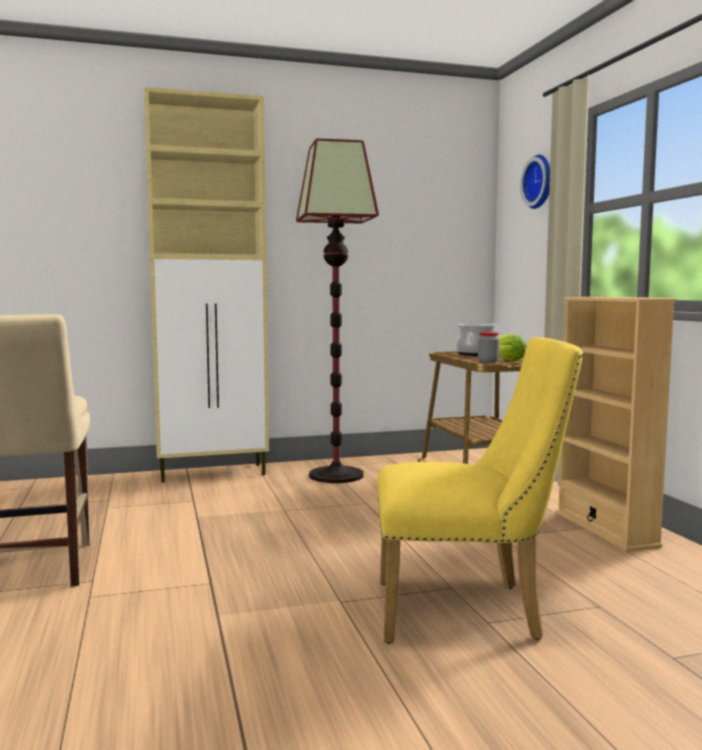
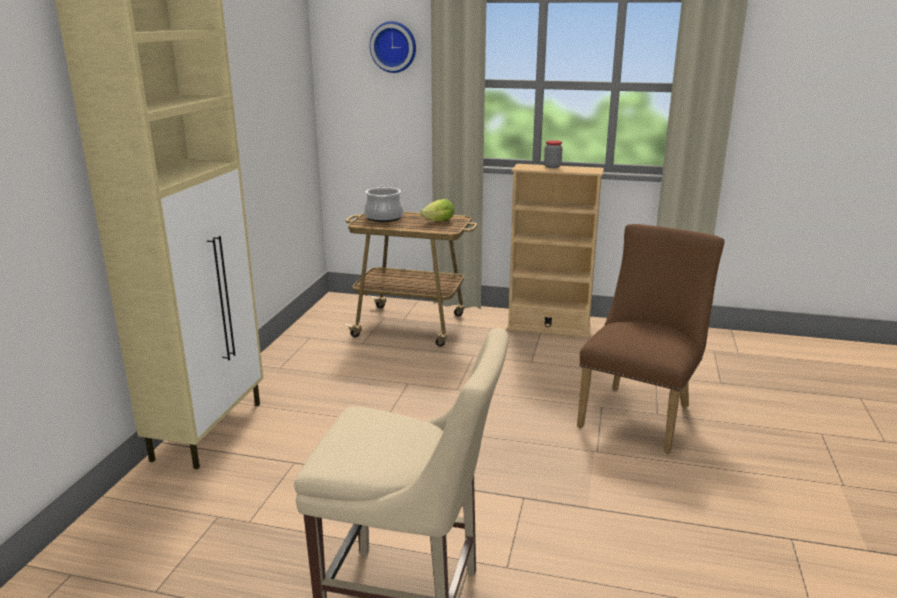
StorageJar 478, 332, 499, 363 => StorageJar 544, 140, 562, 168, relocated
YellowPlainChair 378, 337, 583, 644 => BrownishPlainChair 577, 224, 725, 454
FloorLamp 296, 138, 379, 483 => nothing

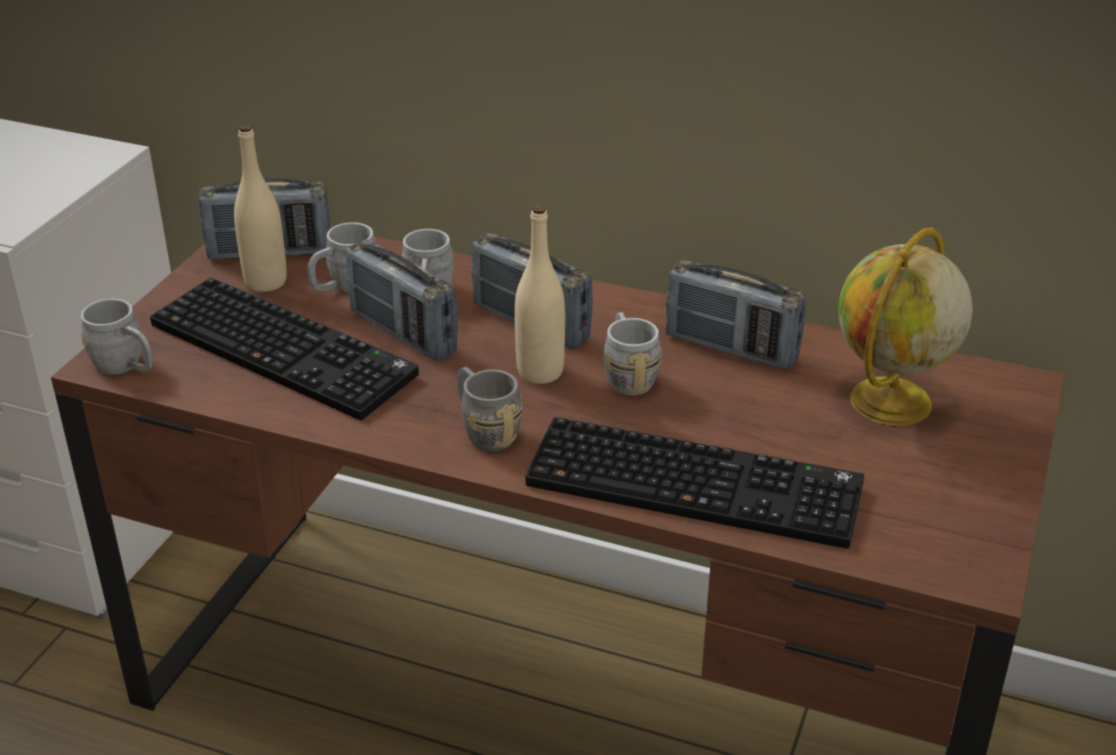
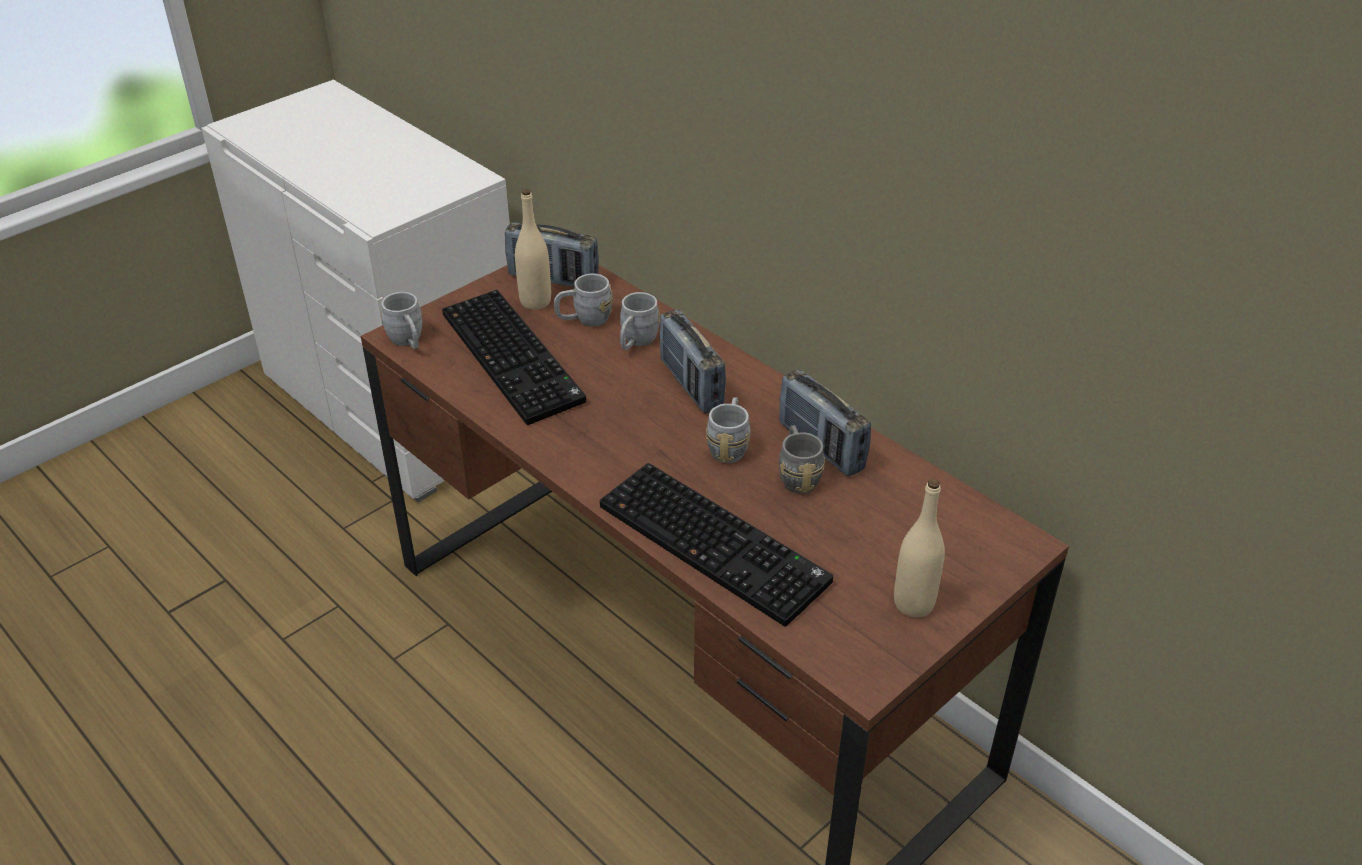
GreyishMug 457, 367, 522, 451 => GreyishMug 779, 425, 825, 494, relocated
SandColouredBottle 515, 205, 565, 384 => SandColouredBottle 894, 479, 945, 618, relocated
Radio 346, 240, 458, 360 => nothing
WorldGlobe 839, 228, 973, 426 => nothing

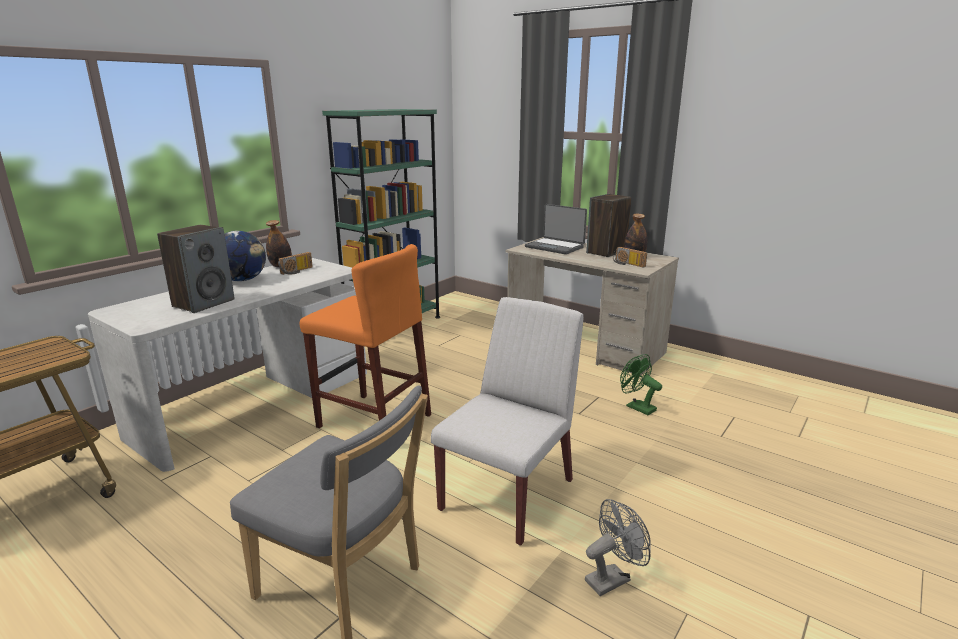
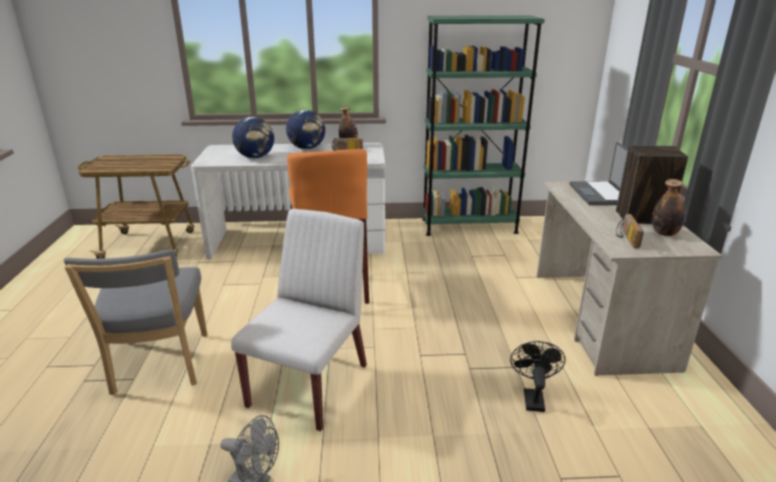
WhiteColouredPlainChair 431, 297, 584, 545 => WhiteColouredPlainChair 231, 209, 367, 431, 60 degrees counterclockwise
Loudspeaker 157, 225, 235, 313 => WorldGlobe 232, 117, 274, 158
GreenElectricFan 620, 354, 662, 415 => BlackElectricFan 510, 341, 566, 412

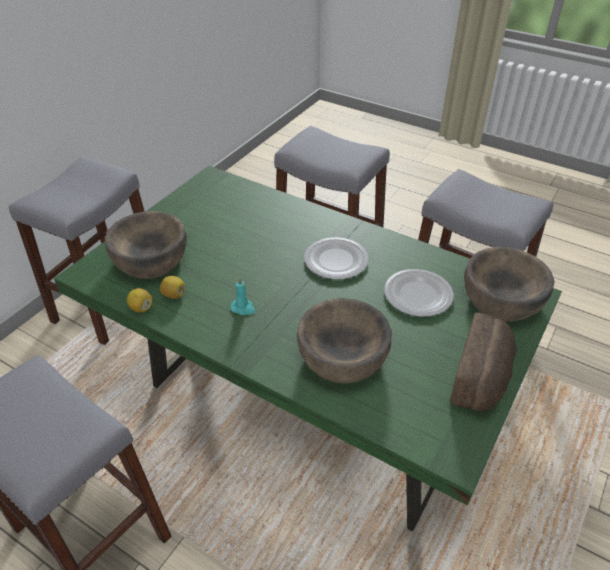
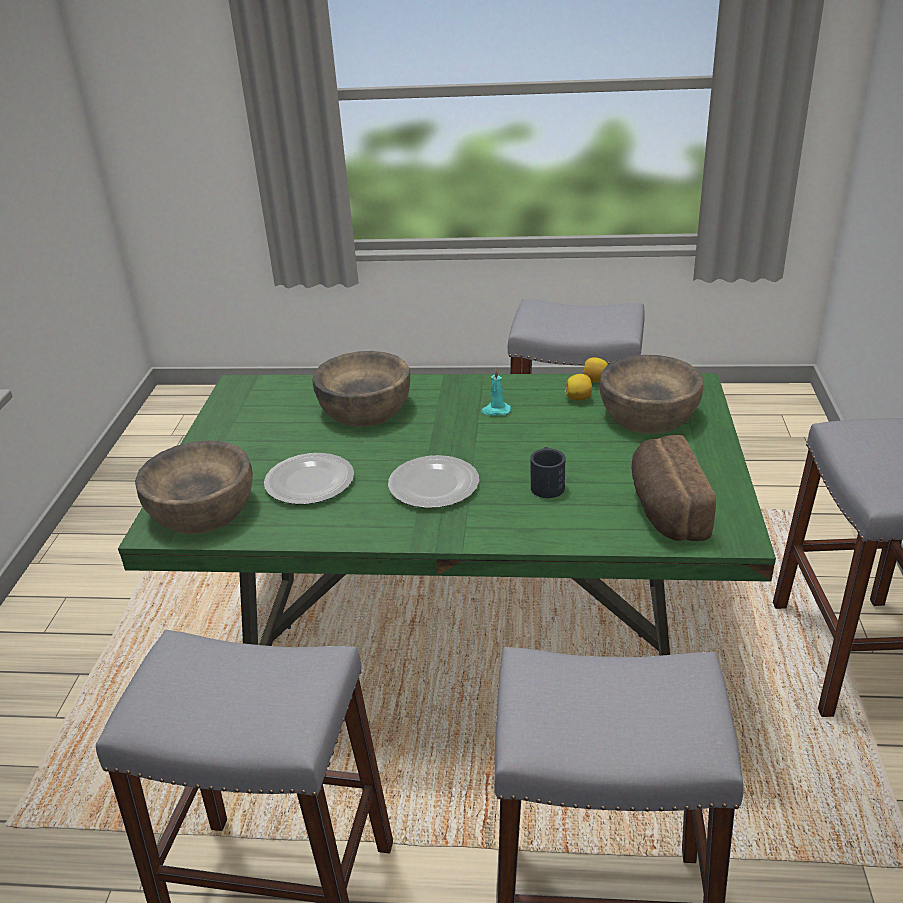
nothing => BlackMug 530, 447, 566, 498
Bread 450, 313, 517, 411 => Bread 632, 435, 716, 541, relocated

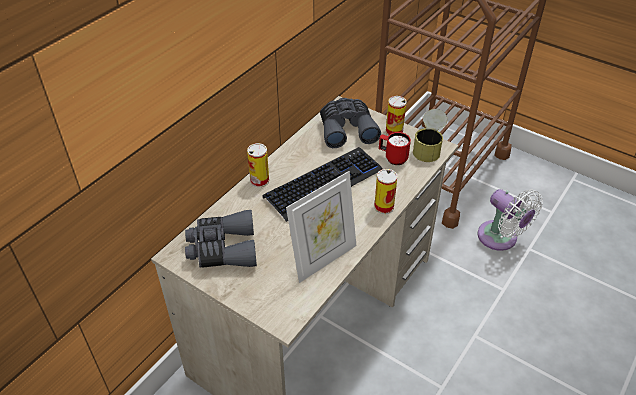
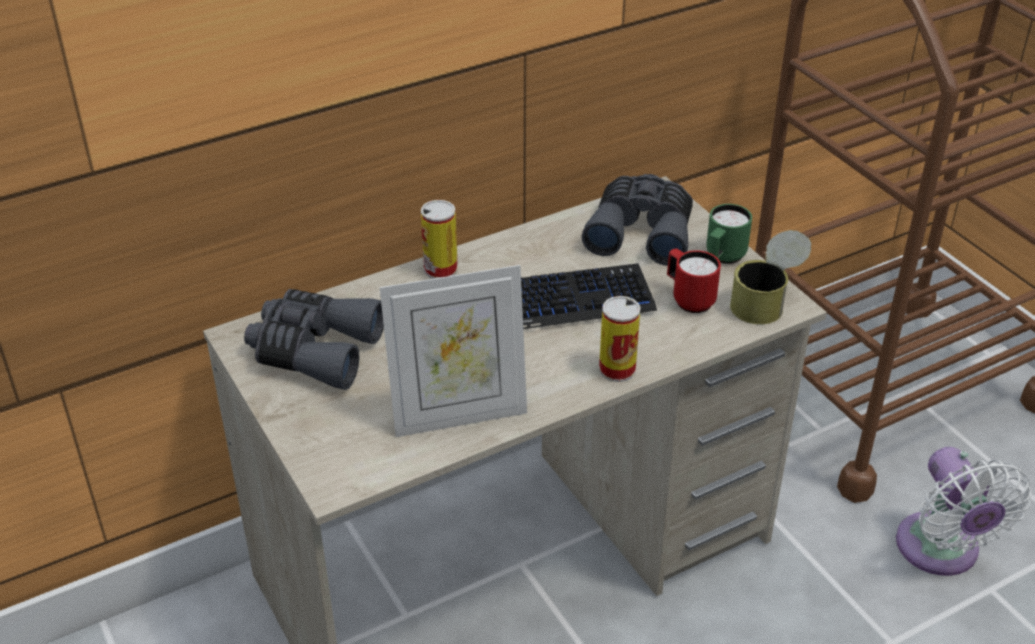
SealedCan 386, 96, 407, 136 => GreenMug 706, 204, 752, 264

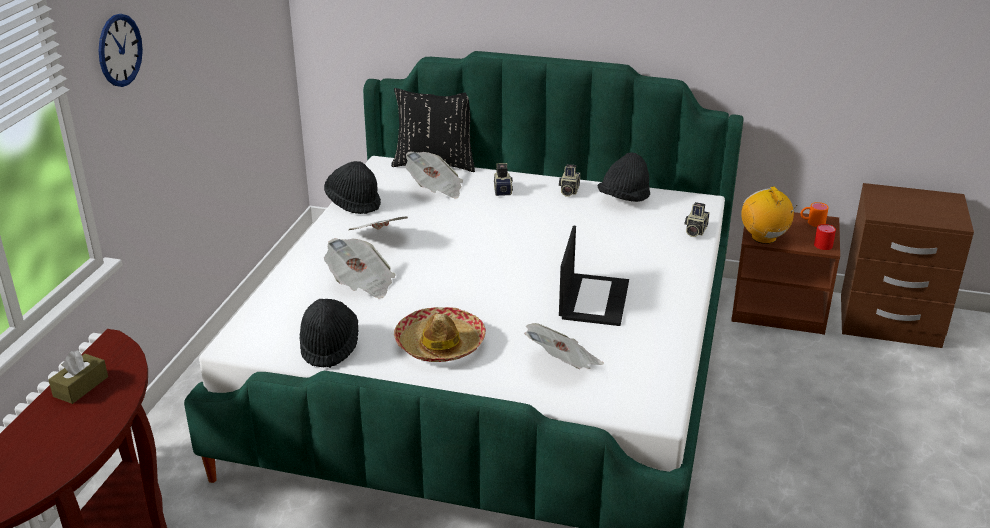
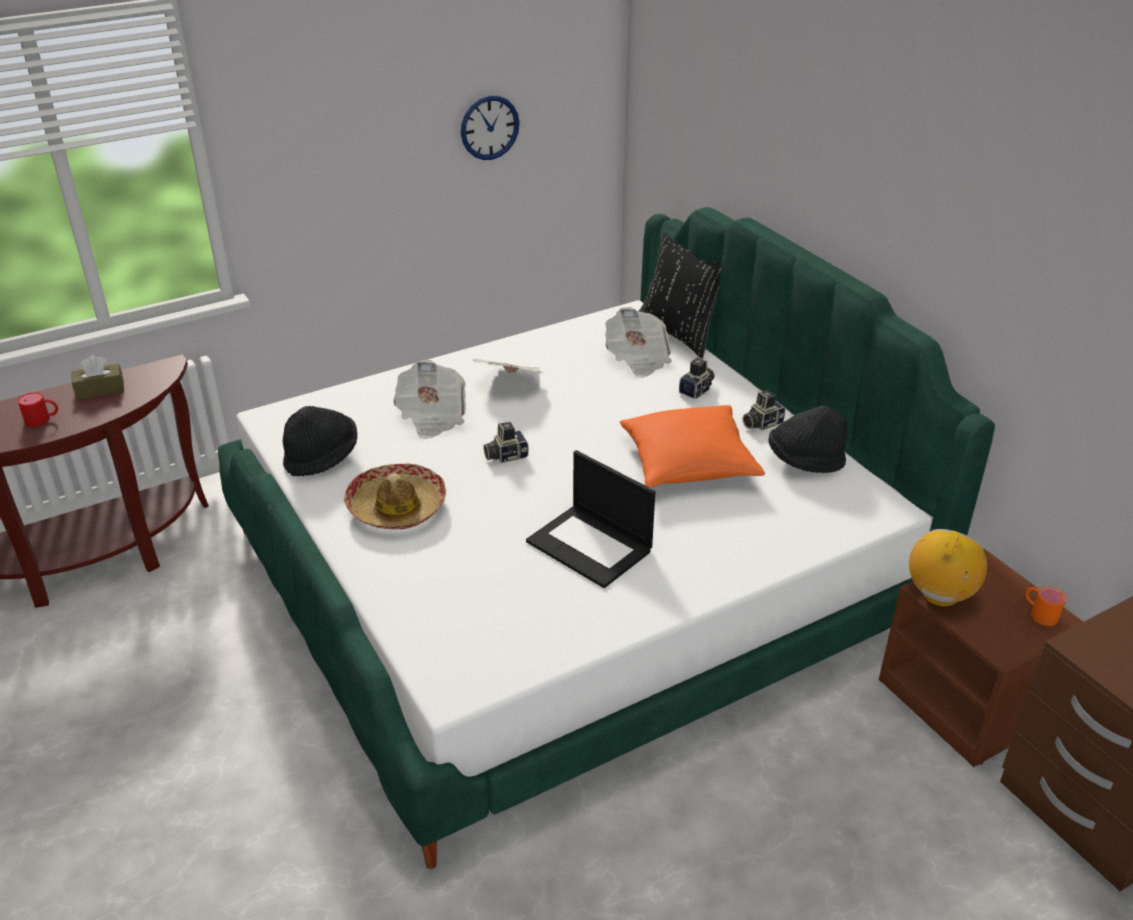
RedMug 814, 224, 836, 250 => RedMug 18, 392, 58, 427, relocated
WallClock 98, 14, 143, 87 => WallClock 461, 95, 520, 160, relocated
PhotoCamera 684, 202, 709, 237 => PhotoCamera 483, 422, 529, 463, relocated
PortableComputer 559, 226, 629, 326 => PortableComputer 526, 450, 656, 588, 75 degrees clockwise
nothing => OrangeyThrowPillow 620, 405, 765, 488
BlackWearableHat 324, 161, 381, 214 => nothing
PrintedPaper 524, 323, 604, 369 => nothing

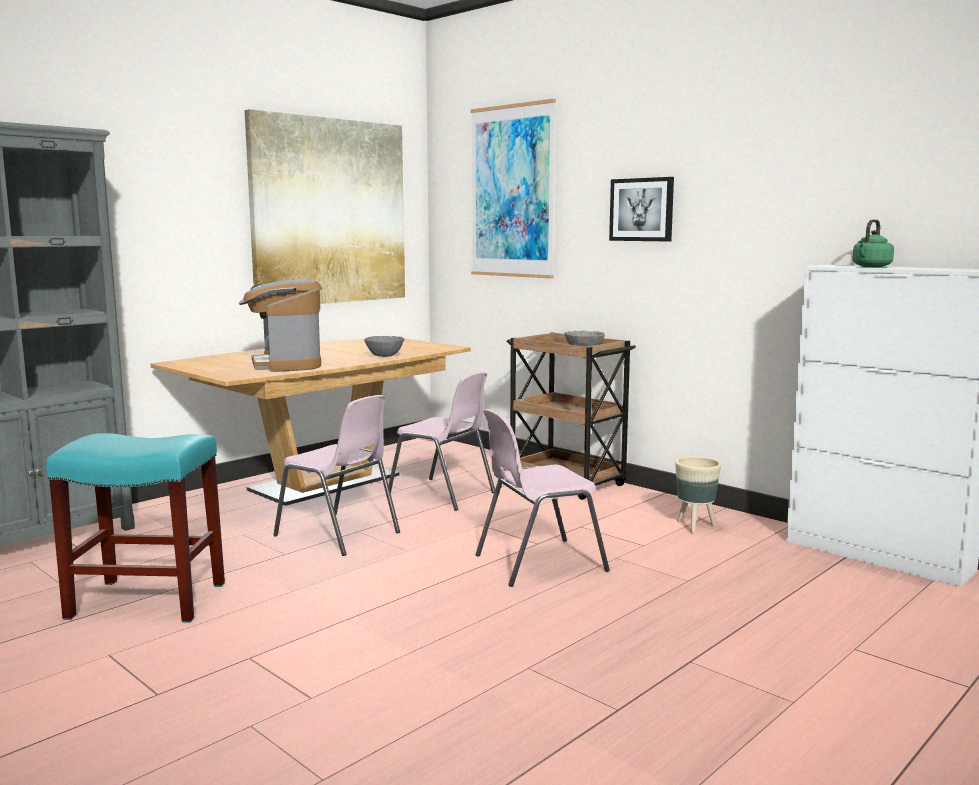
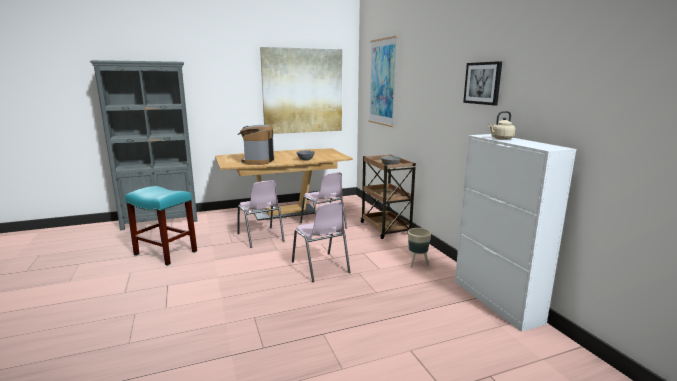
PinkishPlainChair 476, 409, 610, 587 => PinkishPlainChair 292, 202, 350, 282, 120 degrees counterclockwise
WallArt 609, 177, 674, 241 => WallArt 463, 61, 502, 105, relocated
GreenKettle 852, 219, 894, 267 => SandColouredKettle 488, 111, 515, 140

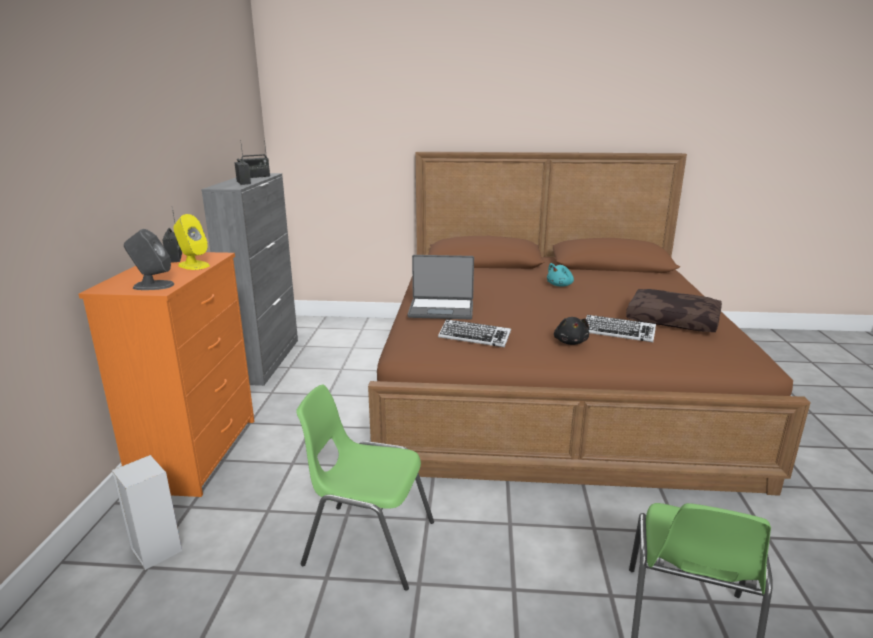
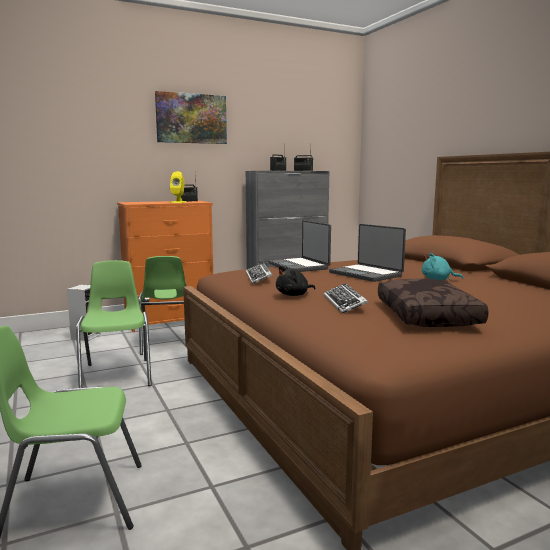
nothing => GreenPlainChair 138, 256, 186, 355
nothing => WallArt 155, 91, 227, 144
nothing => PortableComputer 329, 224, 406, 282
GreyishLoudspeaker 124, 229, 174, 290 => nothing

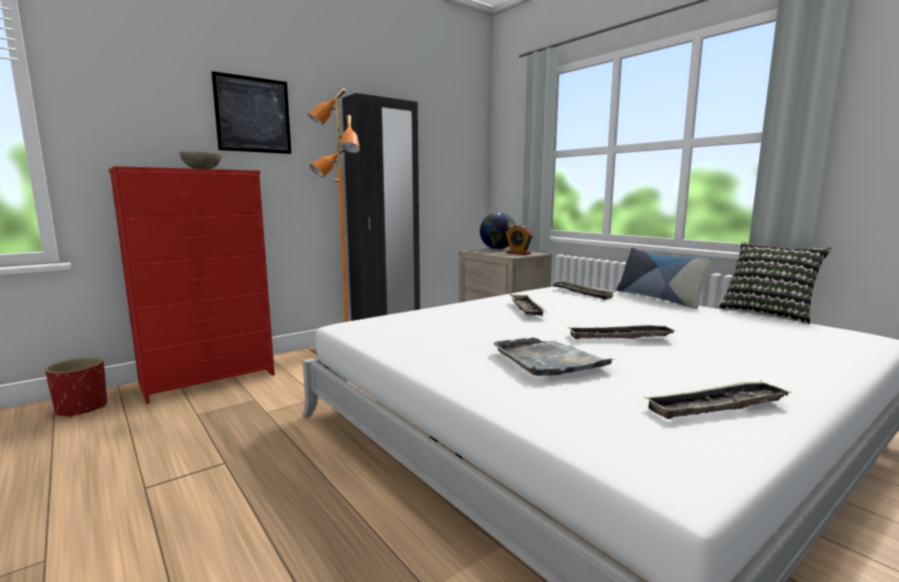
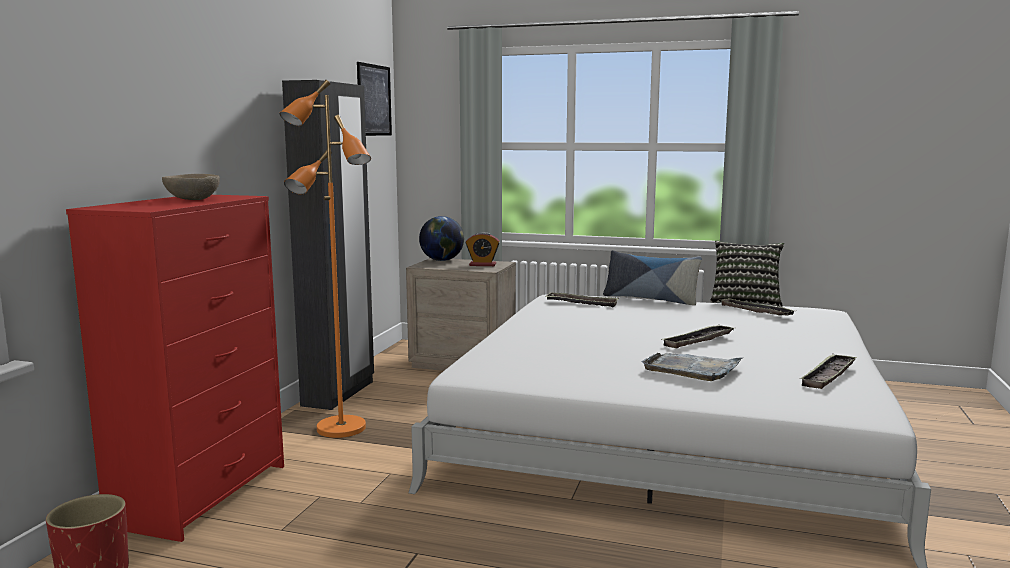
WallArt 211, 71, 291, 154 => WallArt 357, 62, 392, 136, relocated
Tray 510, 294, 546, 316 => Tray 719, 298, 794, 316, relocated

